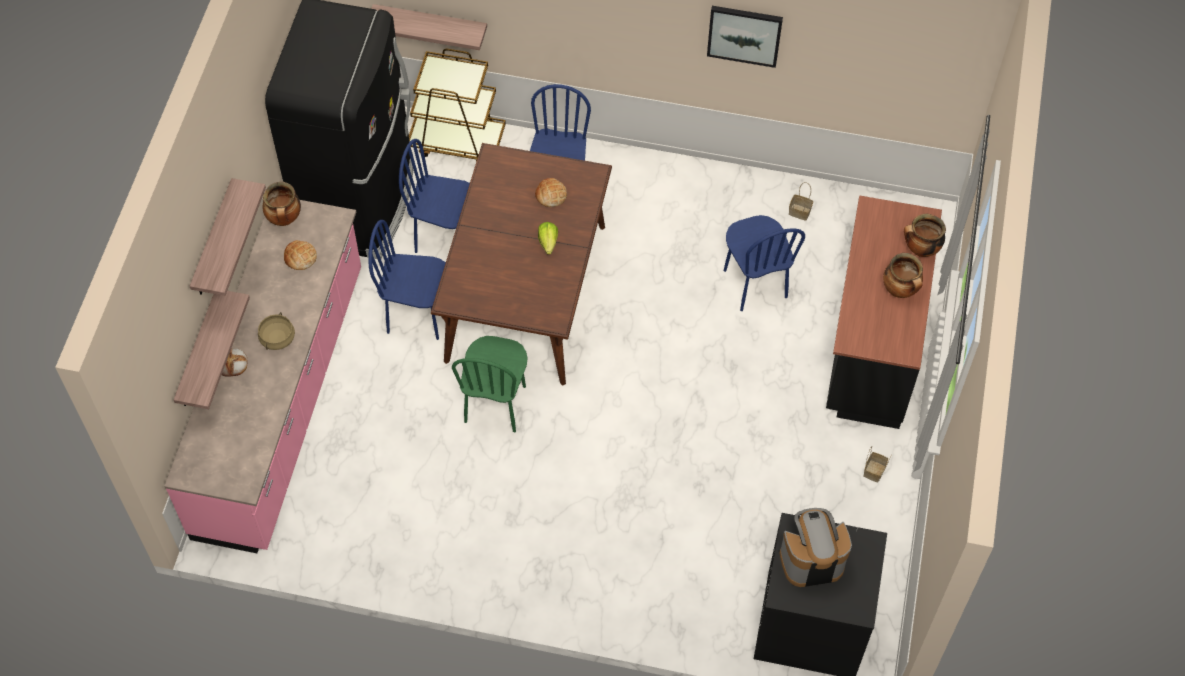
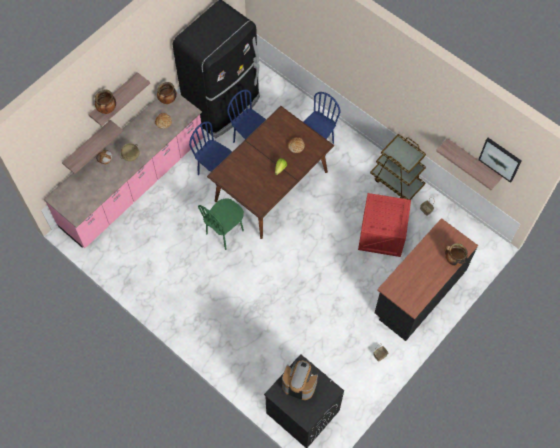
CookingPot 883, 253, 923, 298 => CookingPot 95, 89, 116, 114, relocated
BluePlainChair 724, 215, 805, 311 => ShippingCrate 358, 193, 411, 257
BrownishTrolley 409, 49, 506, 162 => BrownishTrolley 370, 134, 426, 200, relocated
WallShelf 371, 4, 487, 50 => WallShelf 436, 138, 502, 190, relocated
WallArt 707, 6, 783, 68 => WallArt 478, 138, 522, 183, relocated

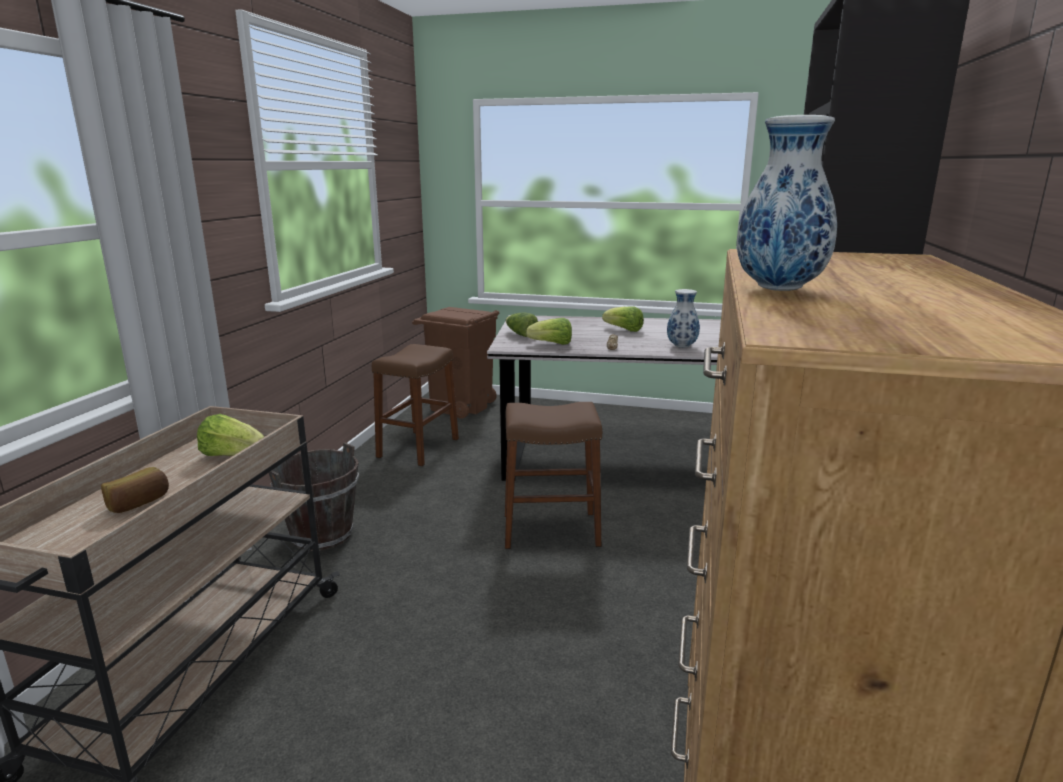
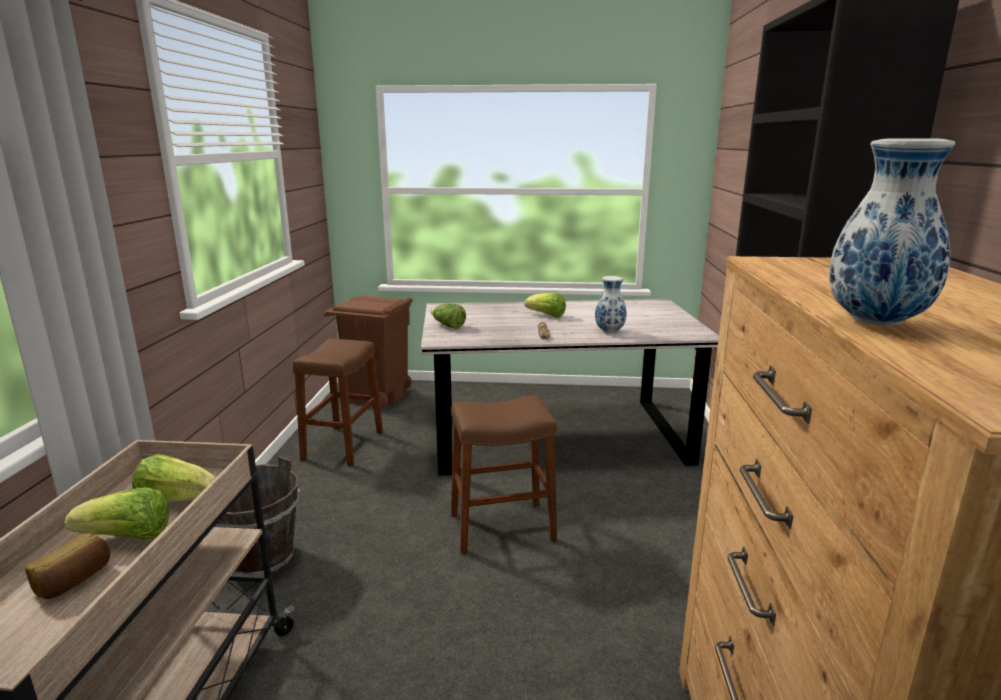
HeadOfLettuce 526, 318, 572, 345 => HeadOfLettuce 65, 487, 170, 539, relocated

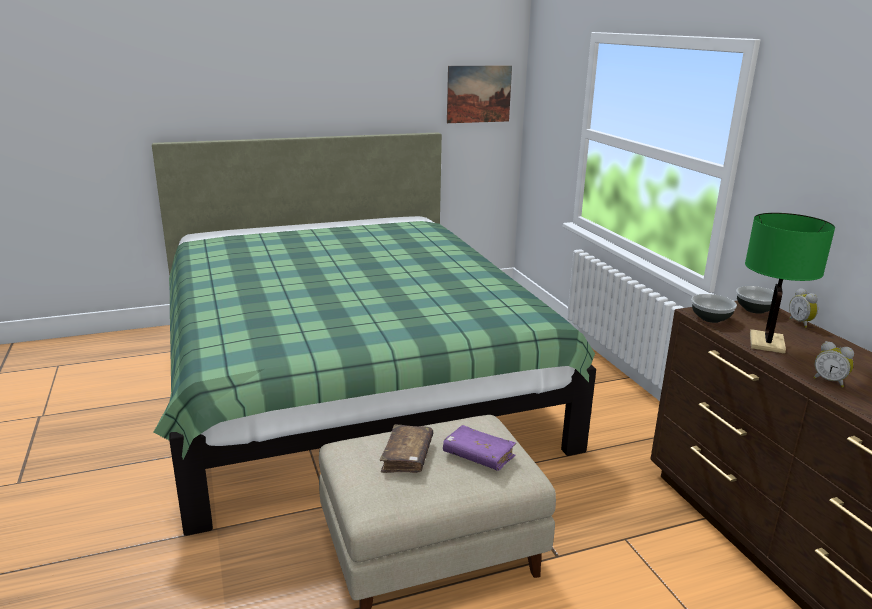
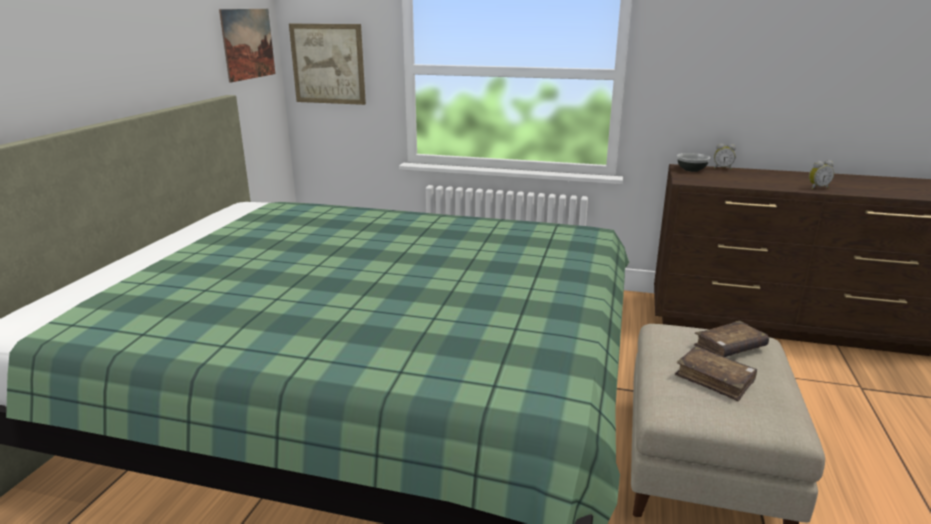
nothing => WallArt 289, 24, 366, 105
PurpleColouredBoundBook 443, 425, 516, 470 => BrownishBoundBook 694, 321, 769, 357
Bowl 691, 294, 737, 323 => nothing
GreenTableLamp 745, 213, 835, 354 => nothing

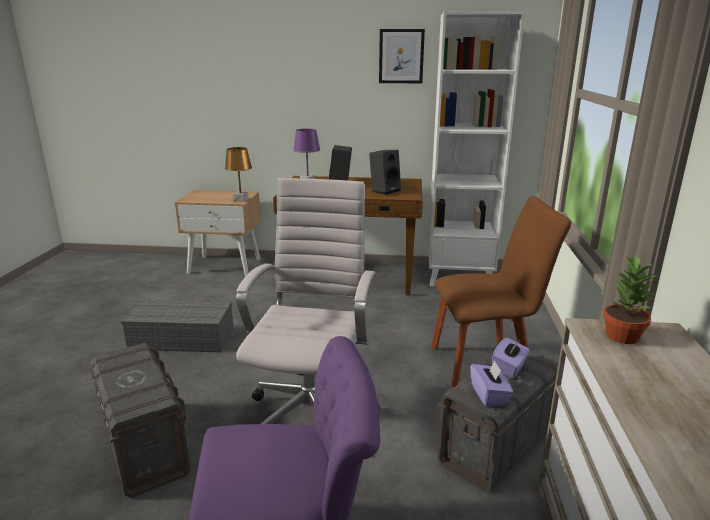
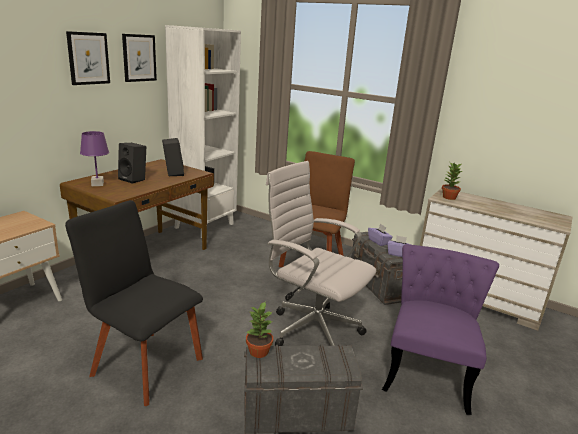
GreyishStorageBox 121, 300, 234, 352 => BlackPlainChair 65, 200, 203, 406
nothing => WallArt 66, 31, 110, 85
nothing => PlantInAPot 246, 302, 273, 358
BrownishTableLamp 225, 147, 252, 202 => nothing

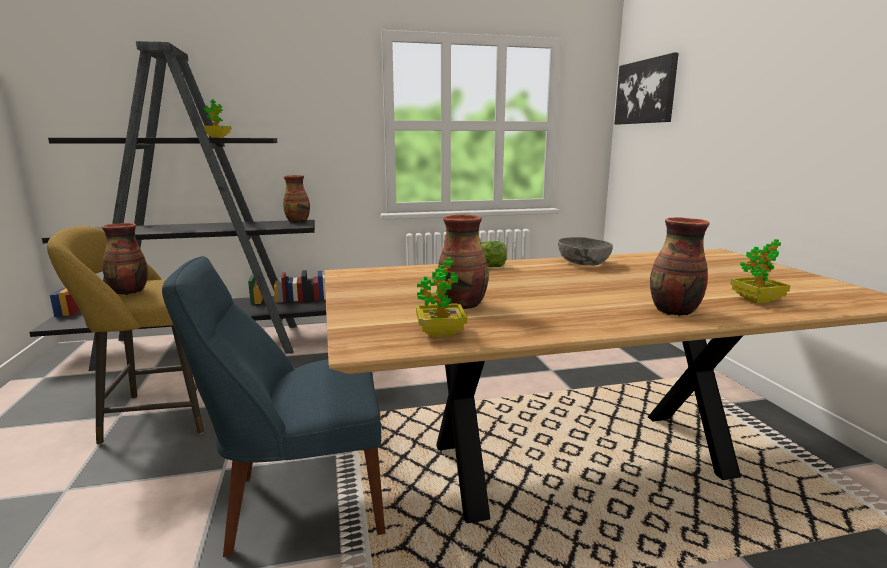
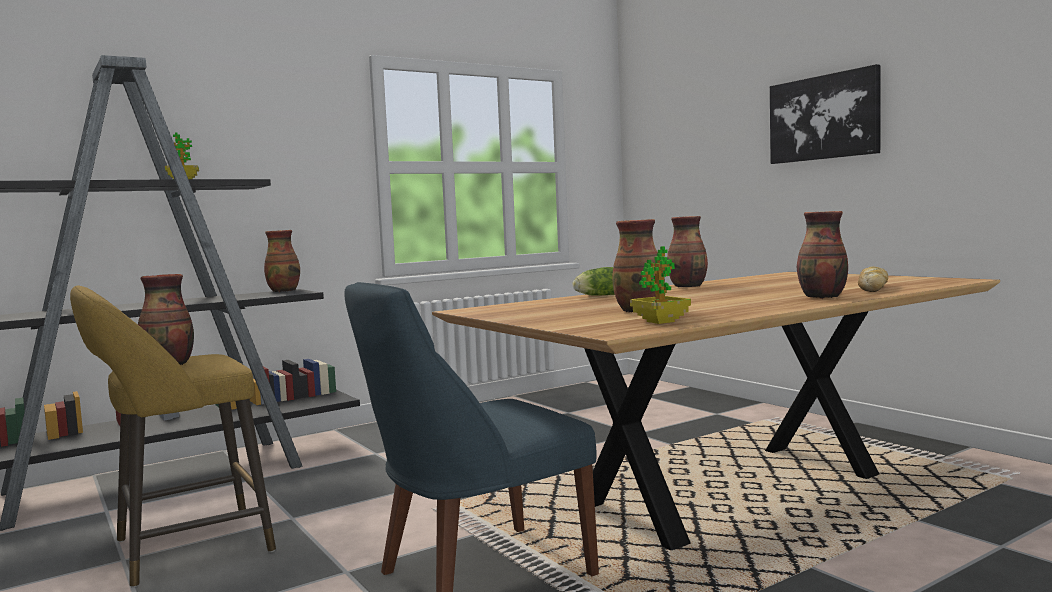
GreyishBowl 558, 237, 613, 266 => FlowerVase 667, 216, 708, 288
WallArt 615, 53, 679, 125 => WallArt 770, 64, 880, 164, relocated
PlantInAPot 730, 239, 790, 304 => Bread 858, 267, 888, 292

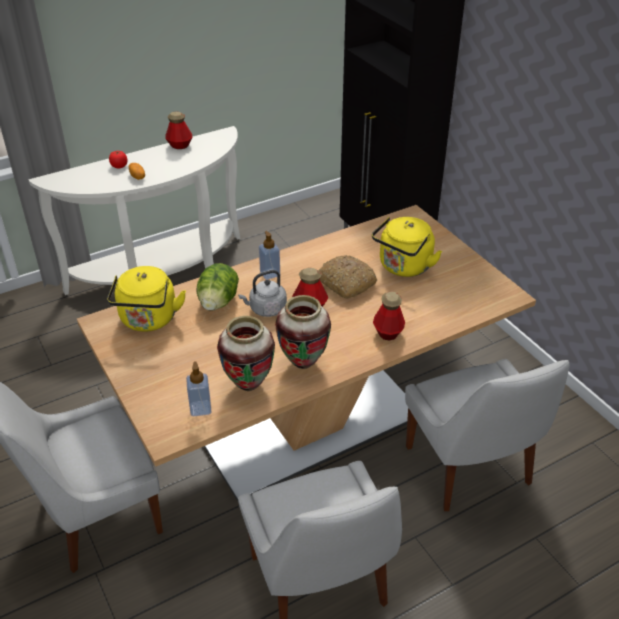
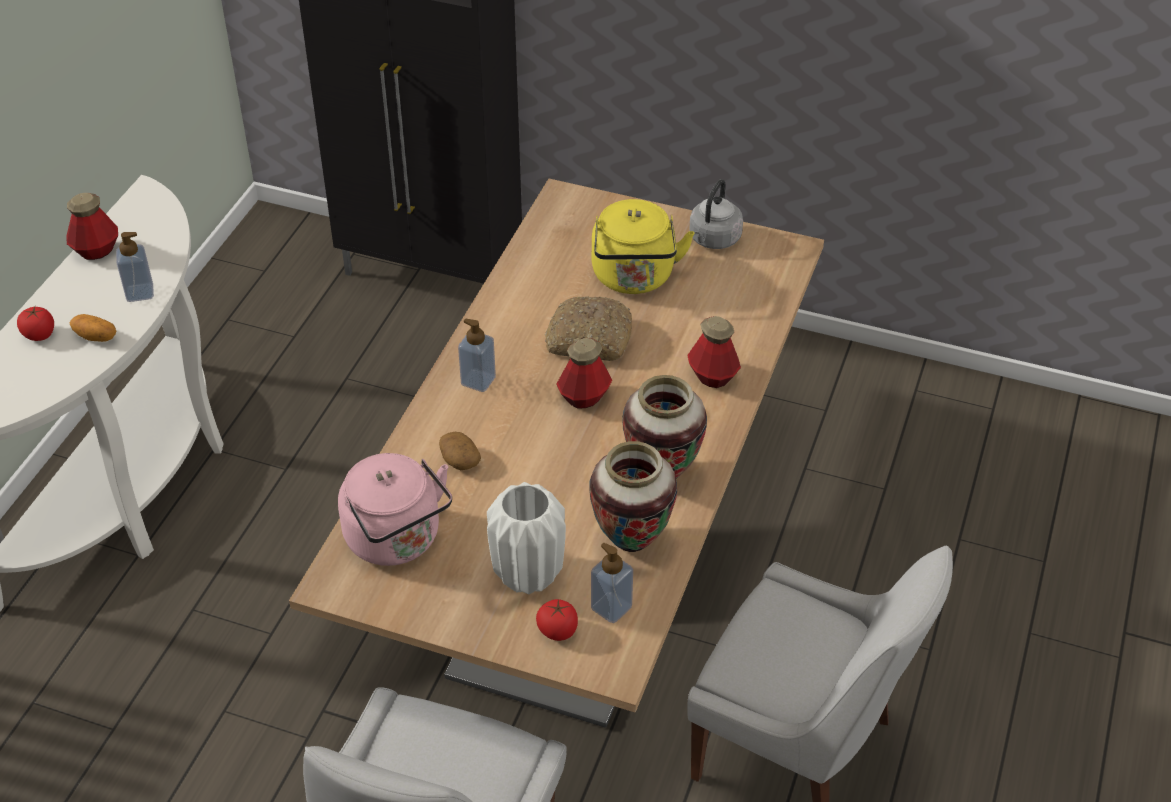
nothing => LiquidSoapBottle 116, 232, 154, 302
YellowKettle 107, 266, 186, 332 => PinkishKettle 338, 453, 452, 566
HeadOfLettuce 196, 263, 239, 310 => Spud 439, 432, 481, 470
nothing => WhiteColouredFlowerVase 487, 482, 566, 594
nothing => WholeTomato 536, 599, 578, 641
GreyishKettle 238, 270, 287, 317 => GreyishKettle 689, 179, 743, 249, relocated
WhiteColouredPlainChair 405, 359, 570, 511 => nothing

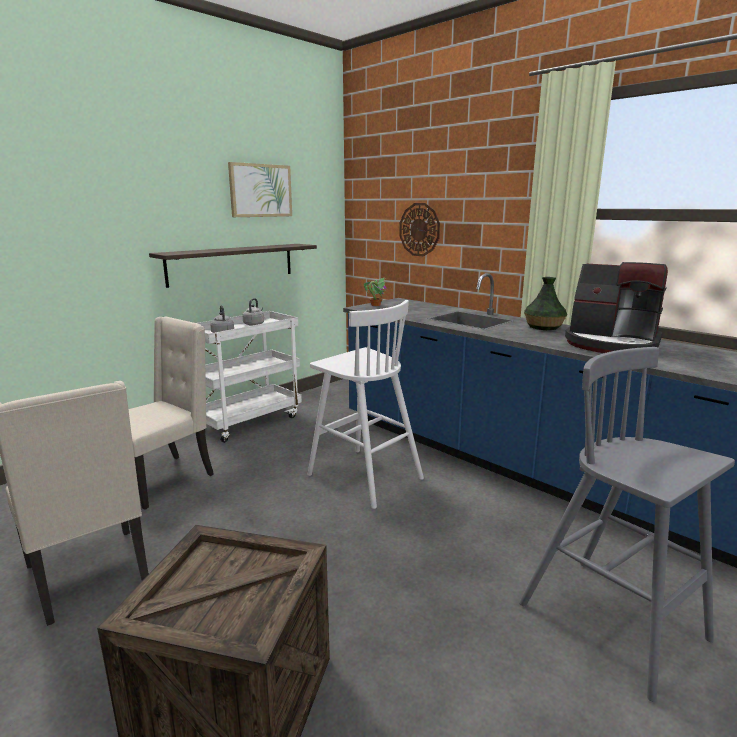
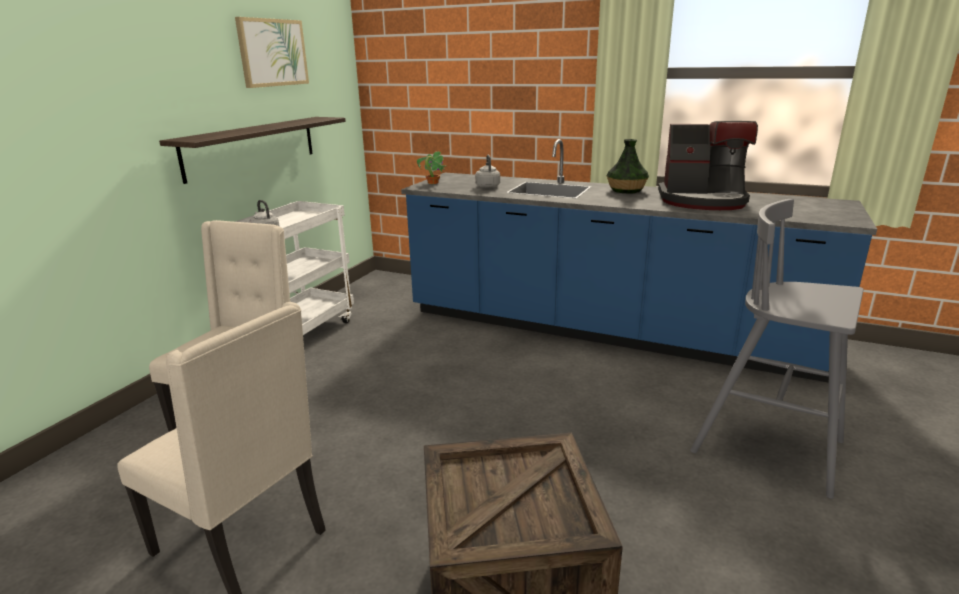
GreyishKettle 243, 298, 264, 326 => GreyishKettle 475, 155, 500, 188, relocated
WhiteColouredStool 307, 300, 424, 509 => nothing
WallClock 399, 203, 440, 256 => nothing

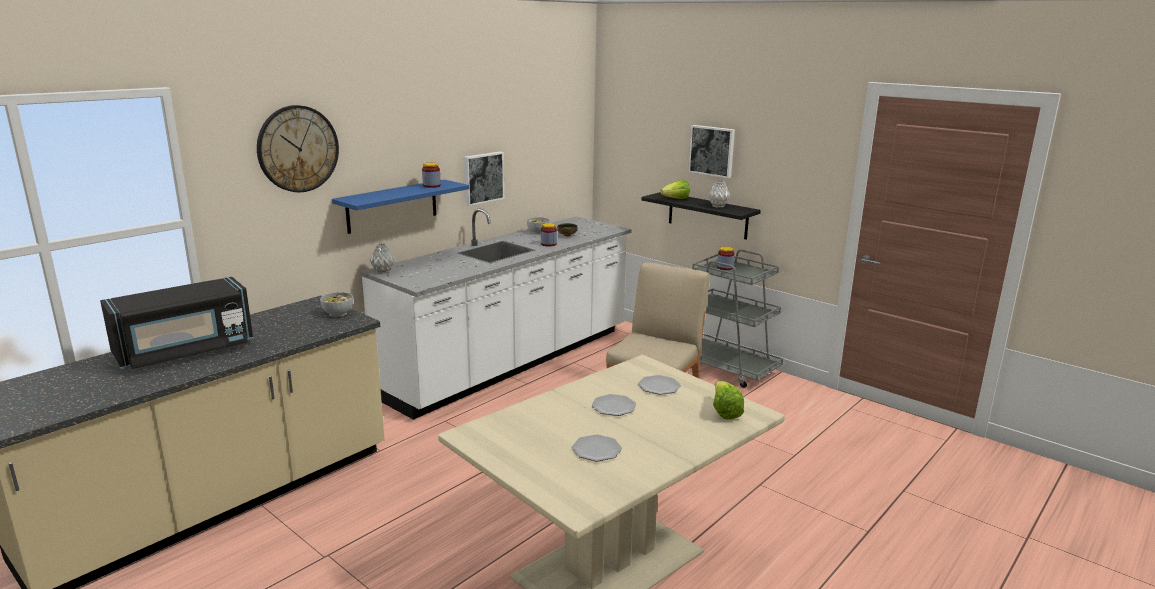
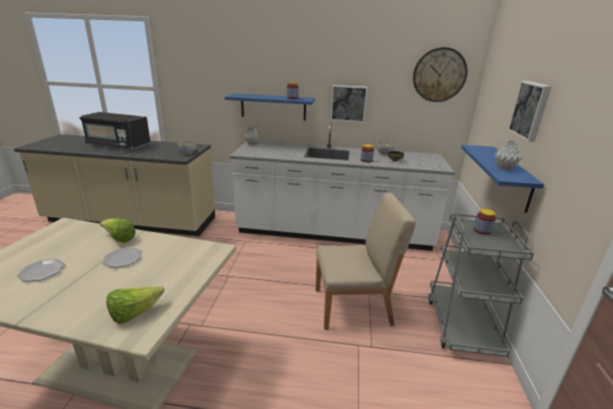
HeadOfLettuce 660, 180, 690, 199 => HeadOfLettuce 100, 218, 136, 243, relocated
WallClock 257, 105, 339, 192 => WallClock 413, 47, 467, 102, relocated
BlackWallShelf 642, 192, 761, 240 => BlueWallShelf 461, 145, 544, 213
Plate 638, 375, 681, 395 => nothing

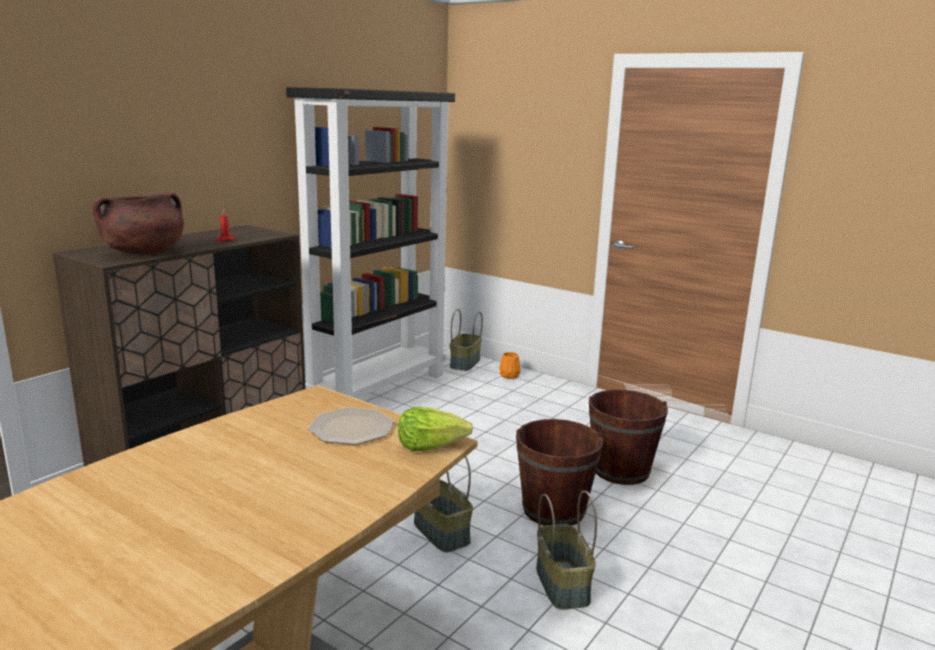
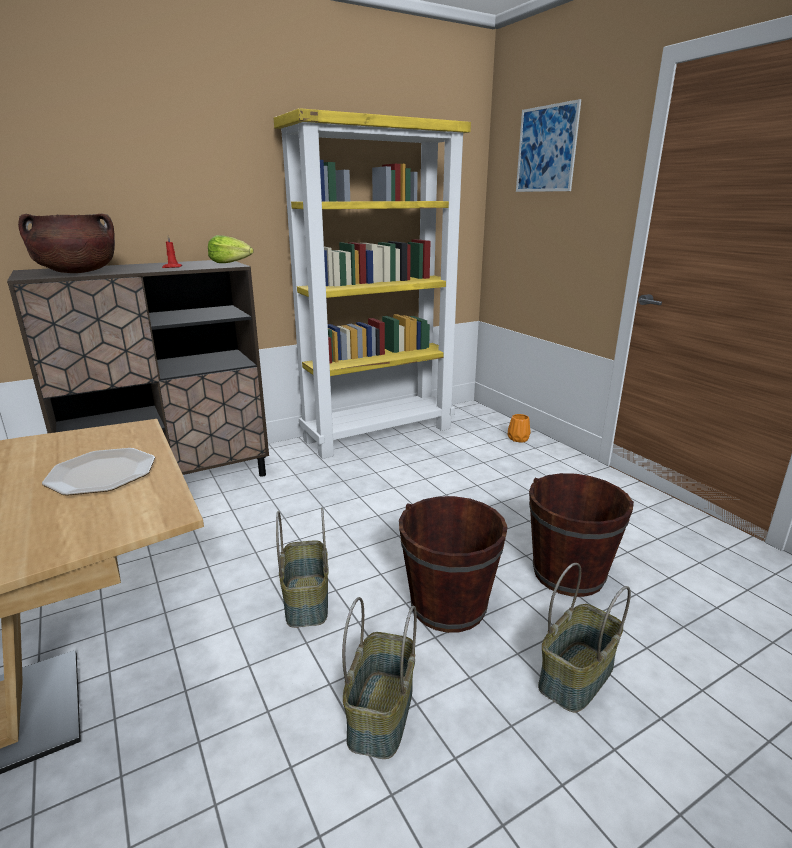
HeadOfLettuce 398, 407, 473, 451 => HeadOfLettuce 208, 235, 254, 263, relocated
BlackShelvingUnit 286, 87, 455, 398 => YellowShelvingUnit 273, 108, 471, 459
nothing => WallArt 516, 99, 581, 192
HouseholdBasket 450, 309, 483, 371 => HouseholdBasket 538, 563, 631, 713, relocated

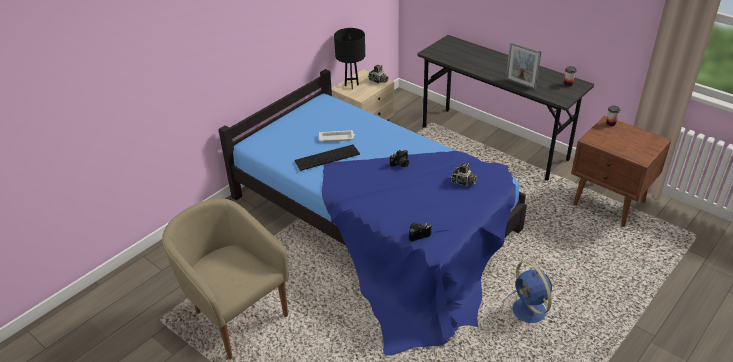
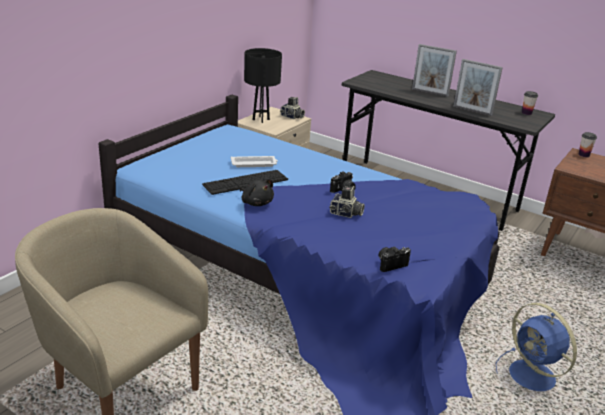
nothing => BlackCuddlyToy 240, 179, 274, 206
PhotoCamera 451, 163, 477, 186 => PhotoCamera 329, 186, 365, 218, relocated
nothing => PhotoFrame 412, 44, 457, 97

